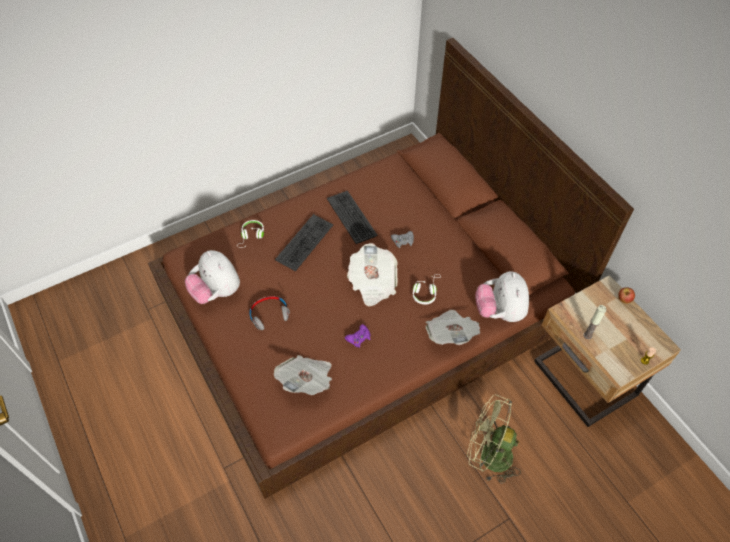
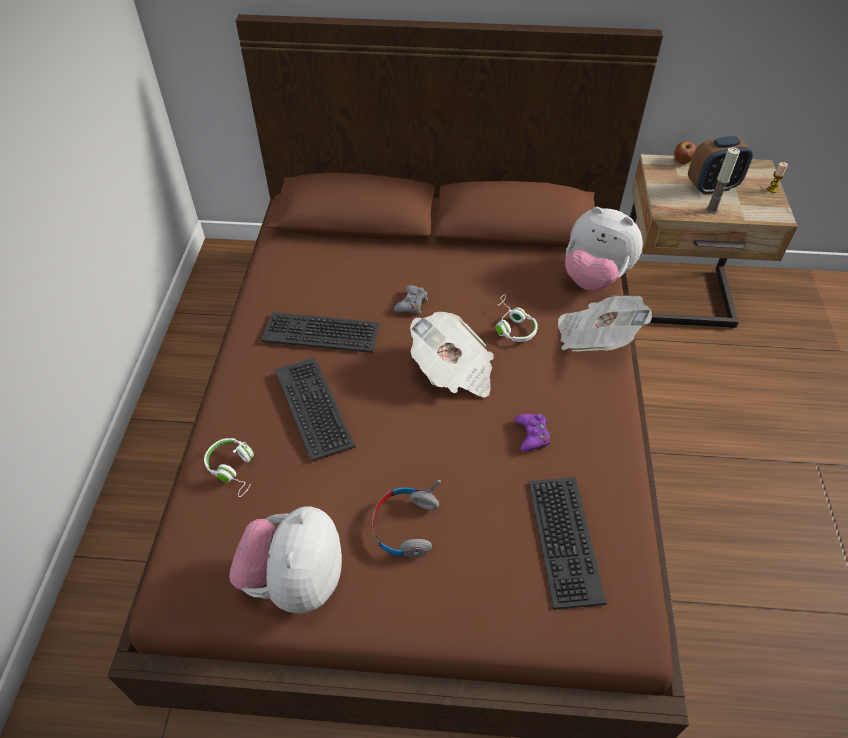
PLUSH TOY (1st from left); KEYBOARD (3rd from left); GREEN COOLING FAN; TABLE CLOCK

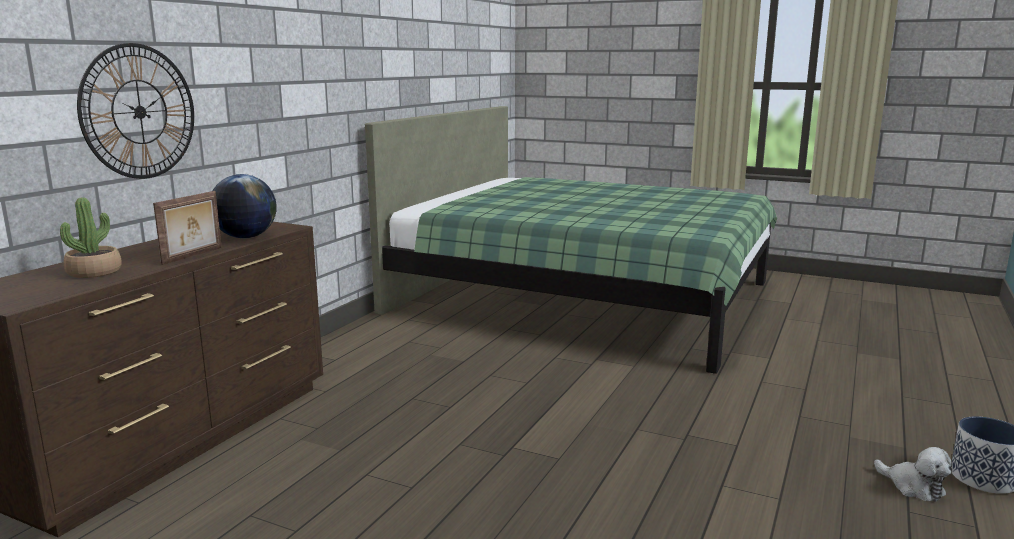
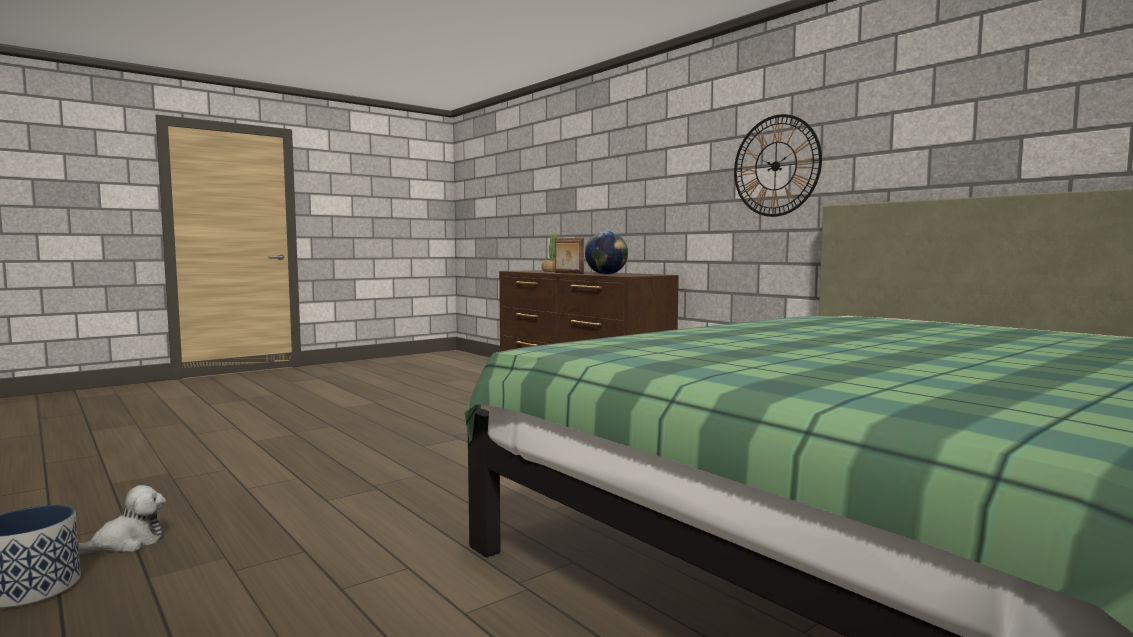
WALL CLOCK; PLUSH TOY

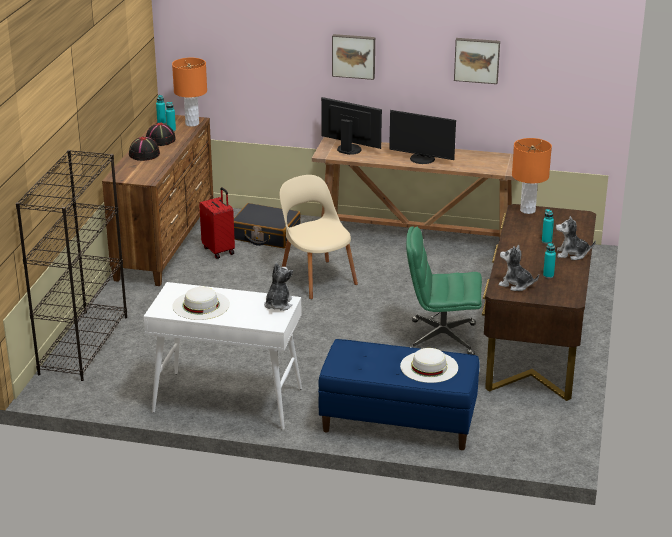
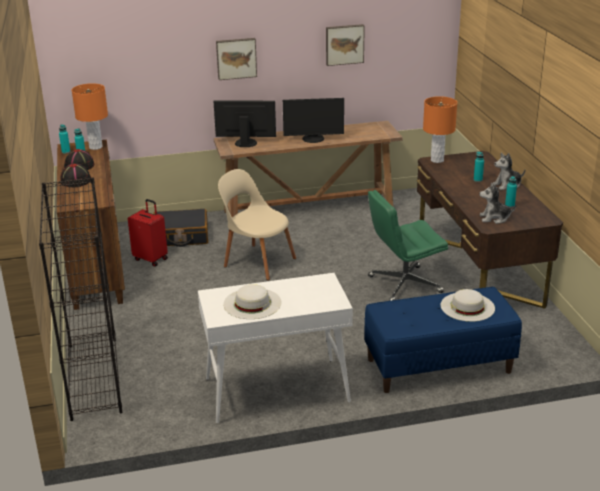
PLUSH TOY (1st from left in the first image)

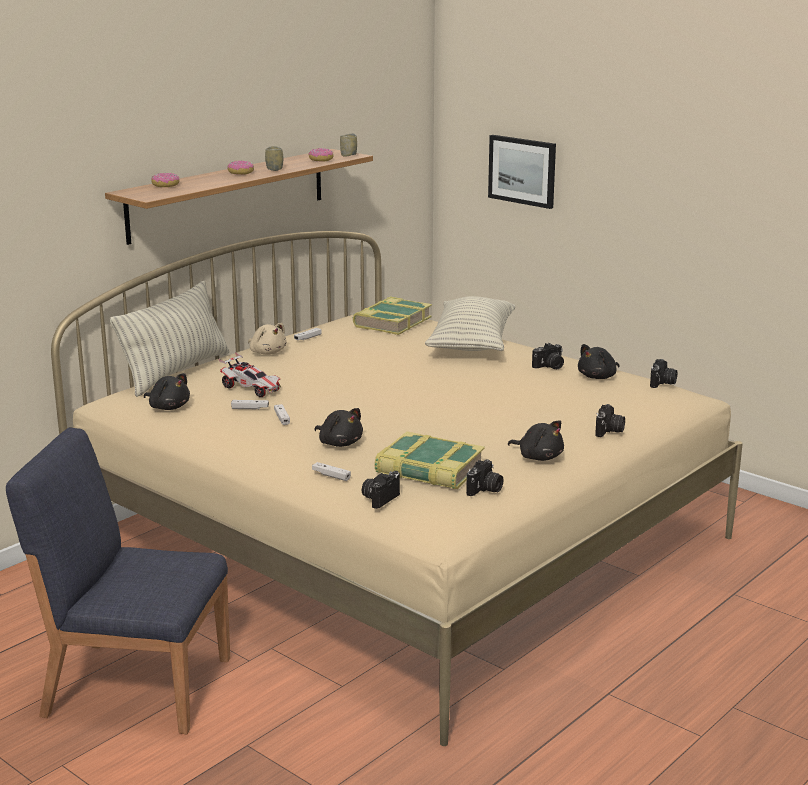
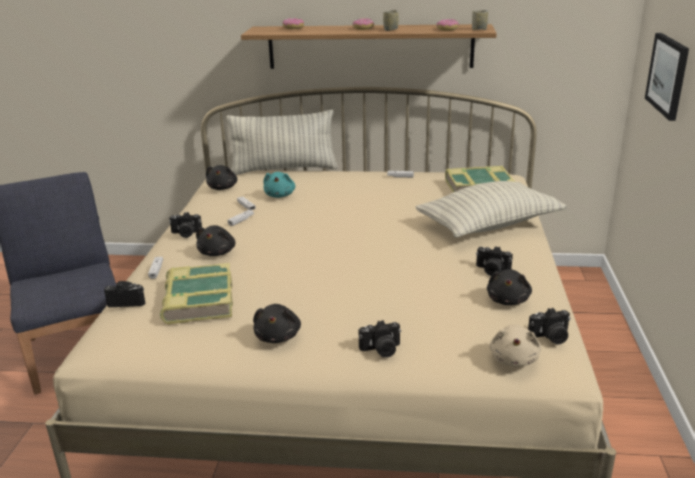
BEIGE-COLOURED PLUSH TOY; BLACK PLUSH TOY (4th from left); TURQUOISE-COLOURED PLUSH TOY; STILL CAMERA (2nd from left)

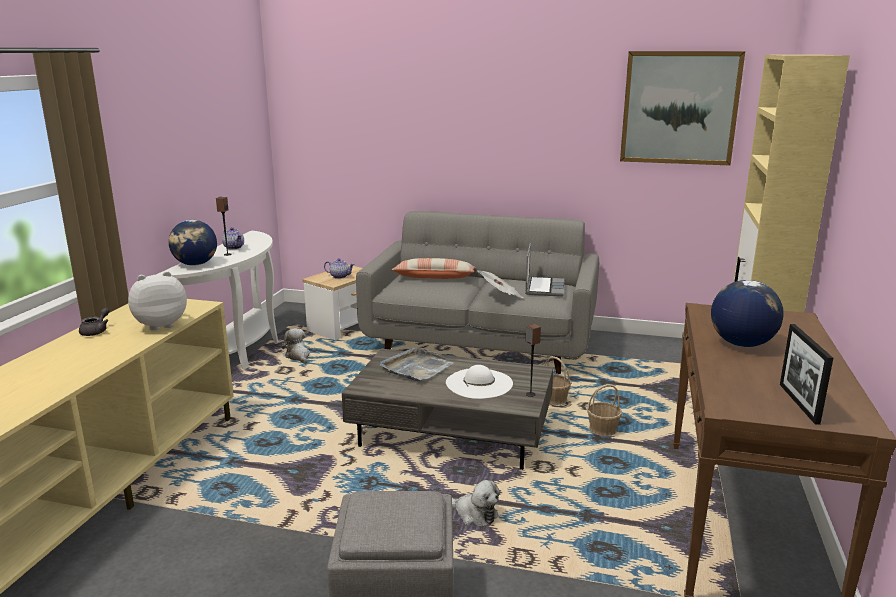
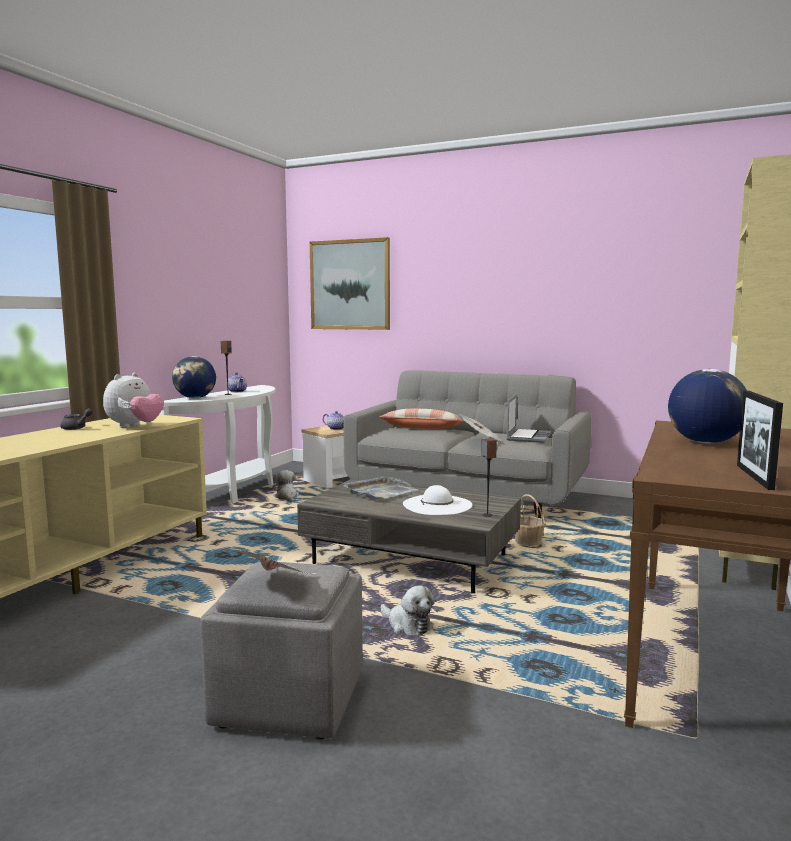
WALL PICTURE; PLUSH TOY (1st from left); BASKET (2nd from left in the first image); PRINTED PAPER (1st from left)

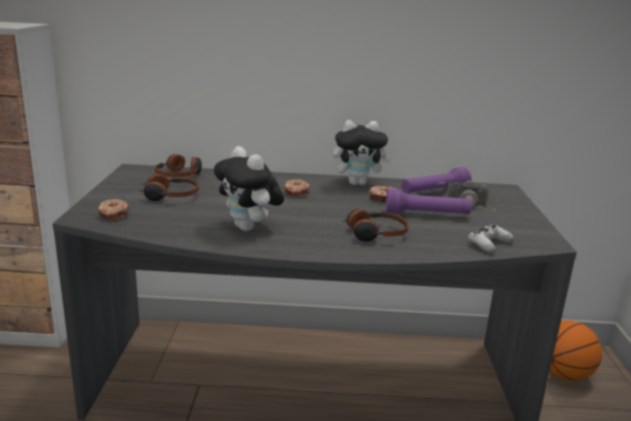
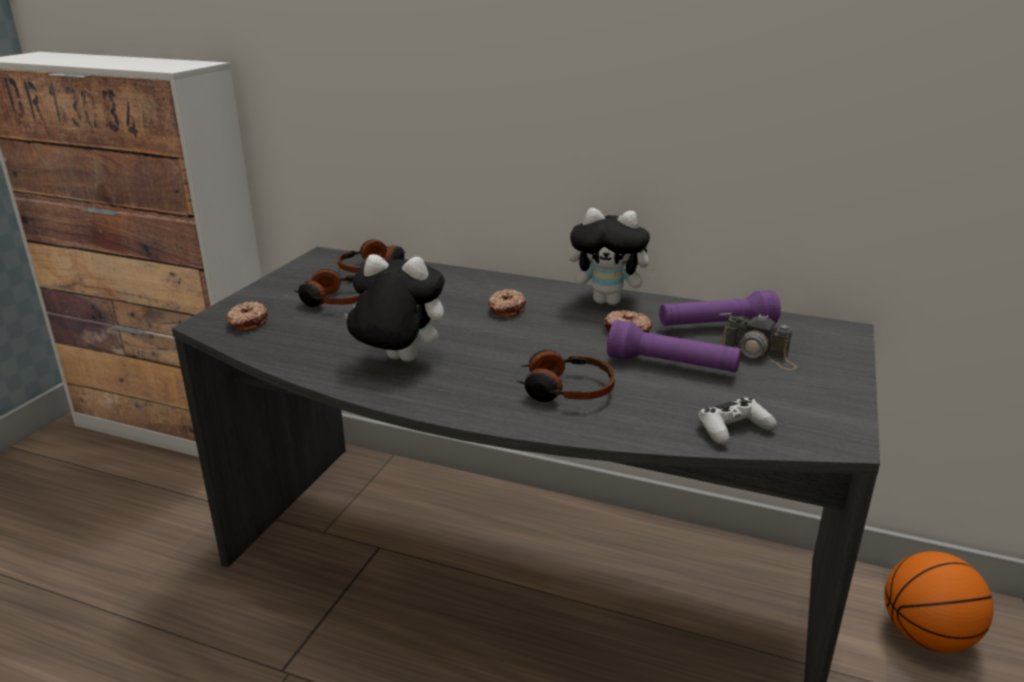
PLUSH TOY (1st from left)

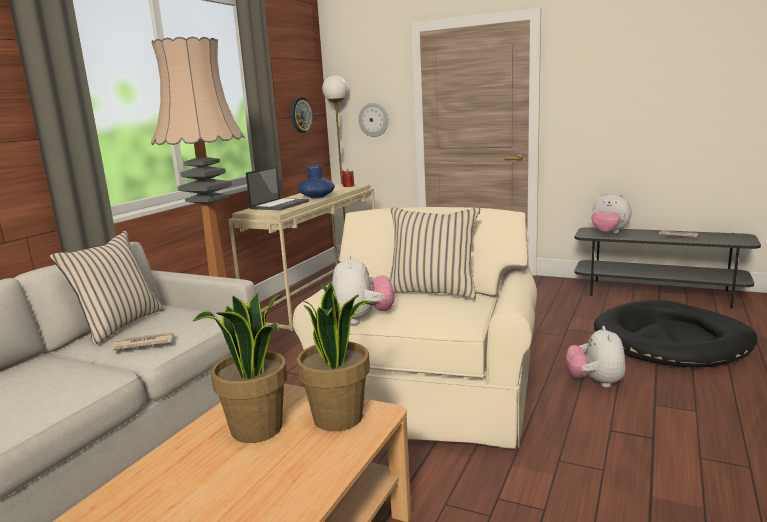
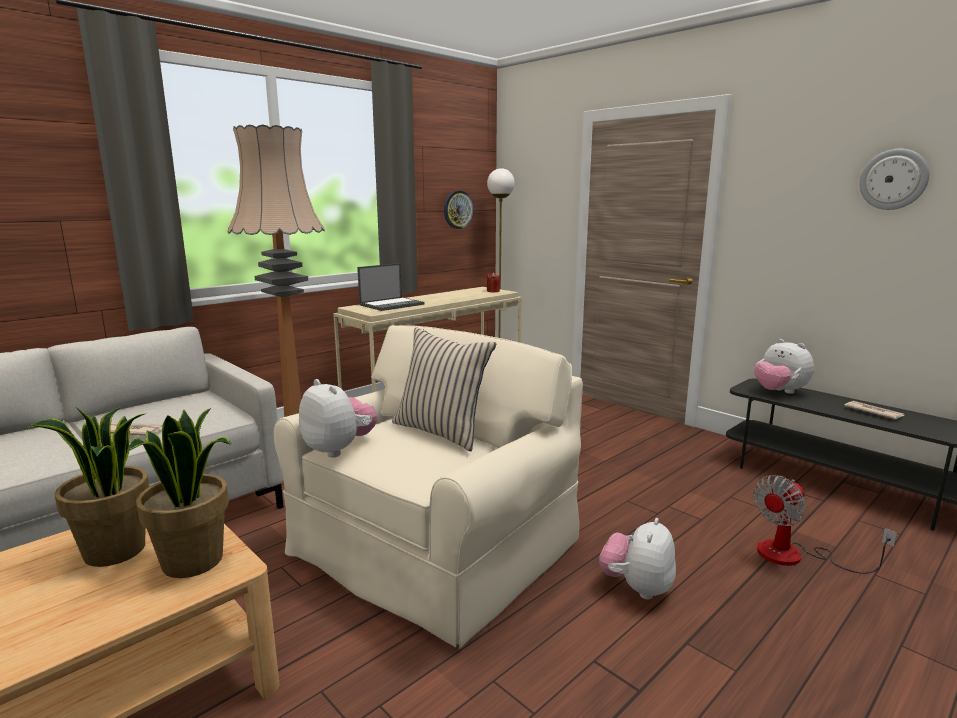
WALL CLOCK (2nd from left); BLUISH VASE; BEIGE-COLOURED PILLOW (1st from left in the first image); PLUSH TOY (1st from left); COOLING FAN

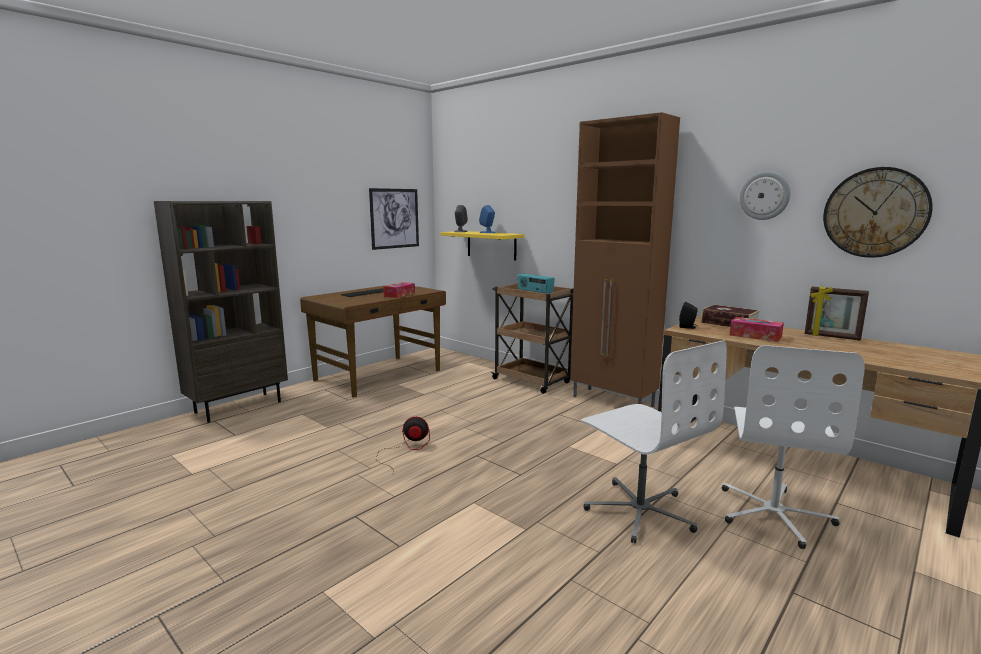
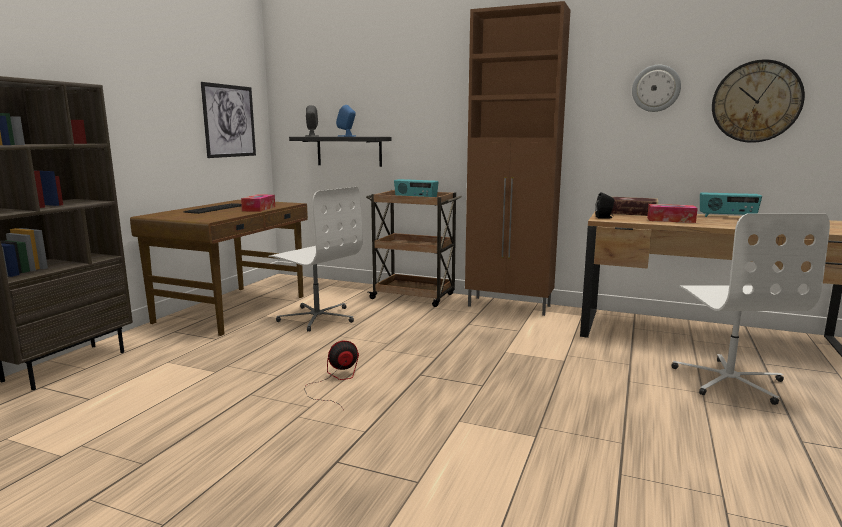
BLACK BRACKET SHELF; RADIO (2nd from left); WHITE-COLOURED DESK CHAIR (1st from left)

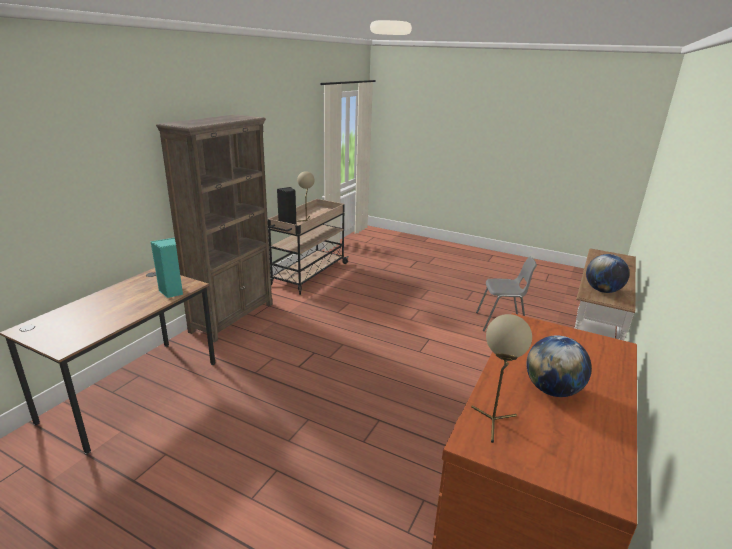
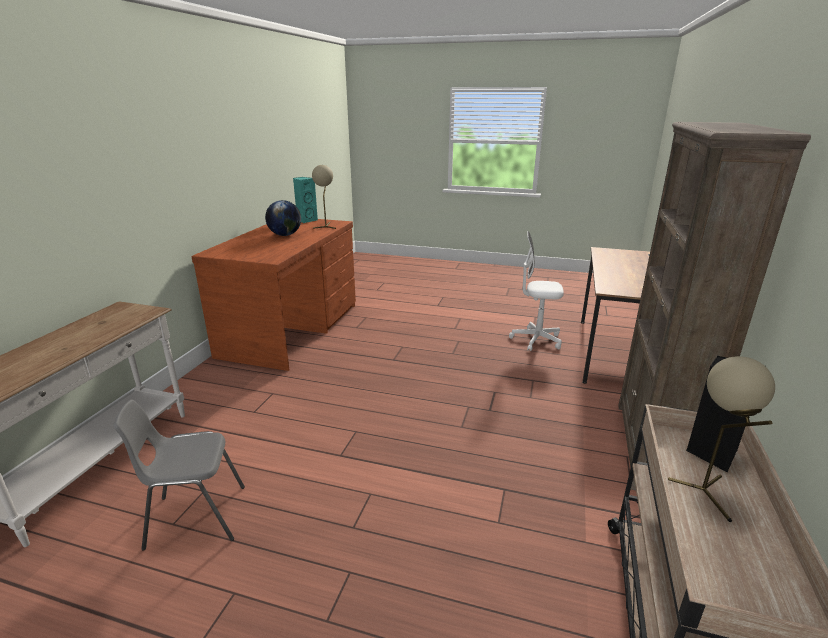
TURQUOISE-COLOURED SPEAKER; WORLD GLOBE (2nd from left in the first image); WHITE-COLOURED DESK CHAIR

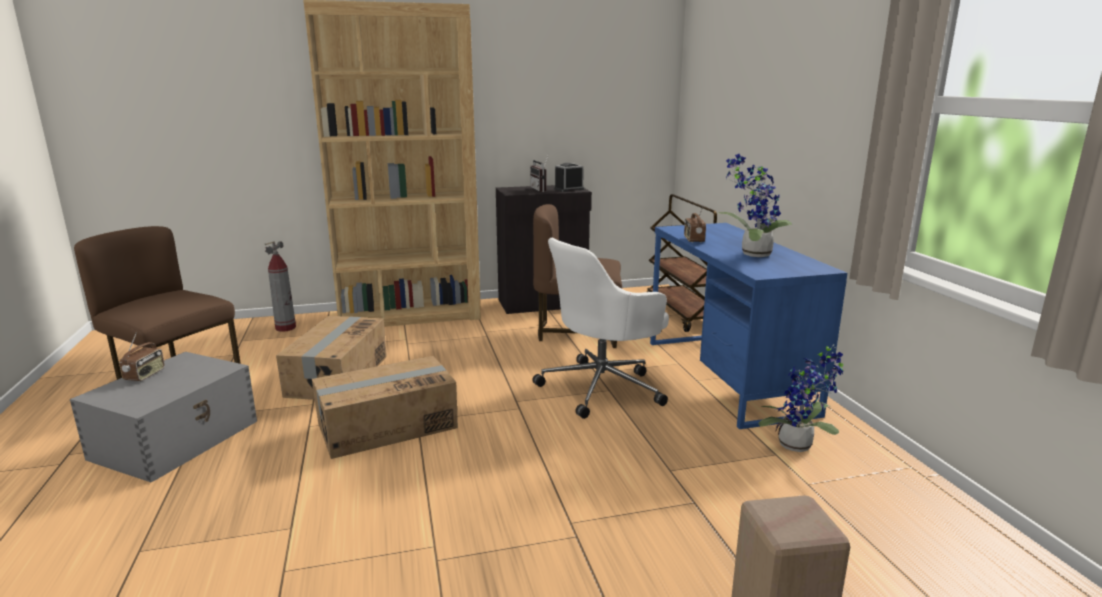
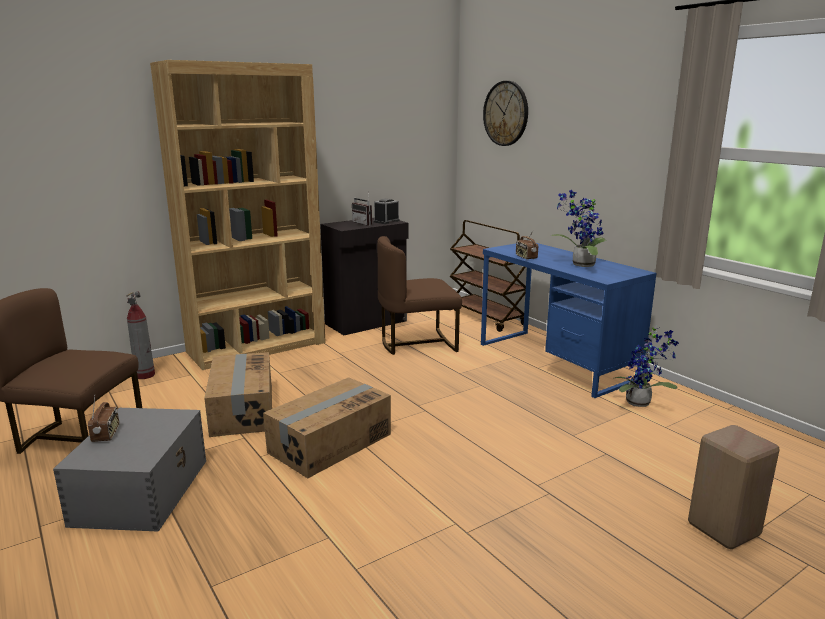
WHITE-COLOURED DESK CHAIR; WALL CLOCK

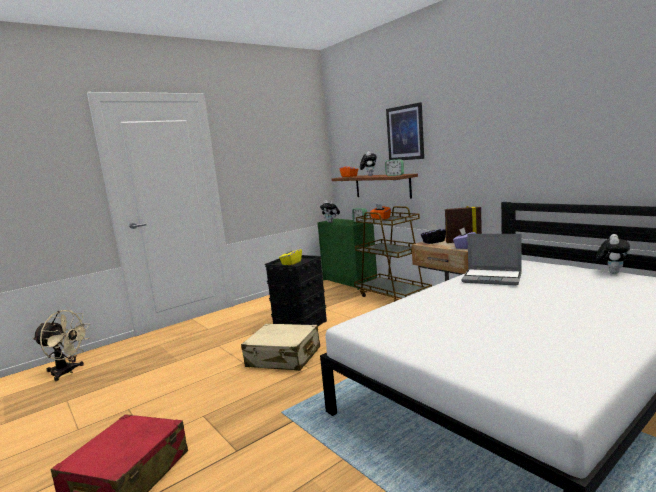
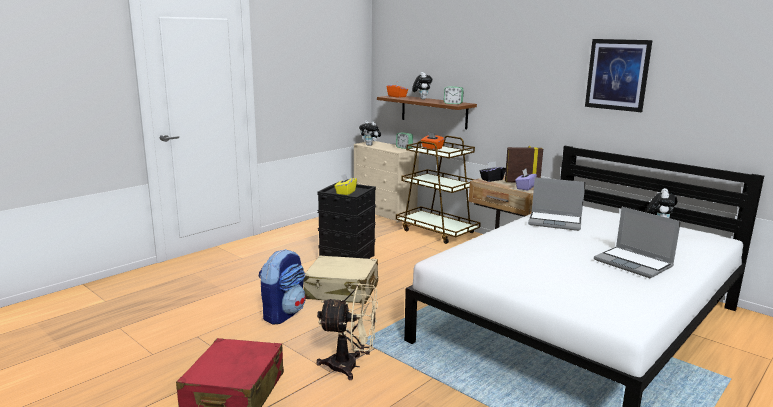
WALL PICTURE; BEIGE-COLOURED DRESSER; BEIGE-COLOURED COOLING FAN; NOTEBOOK COMPUTER (2nd from left); BACKPACK

